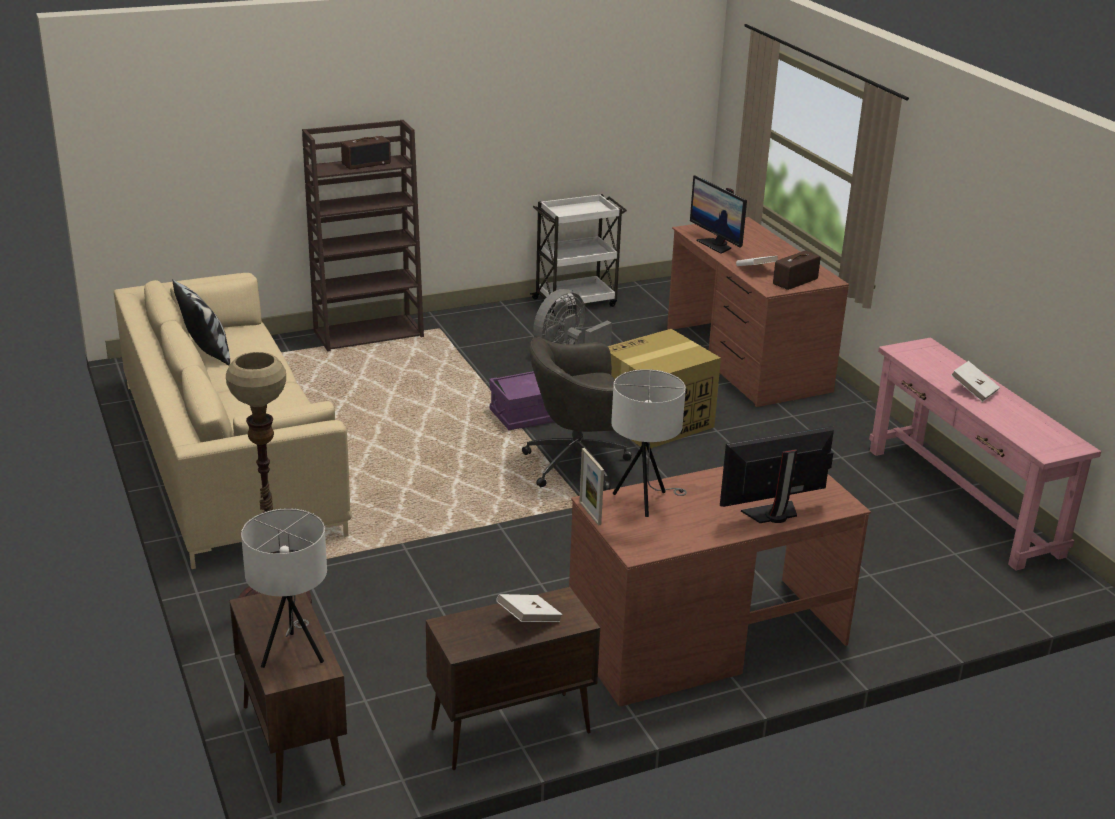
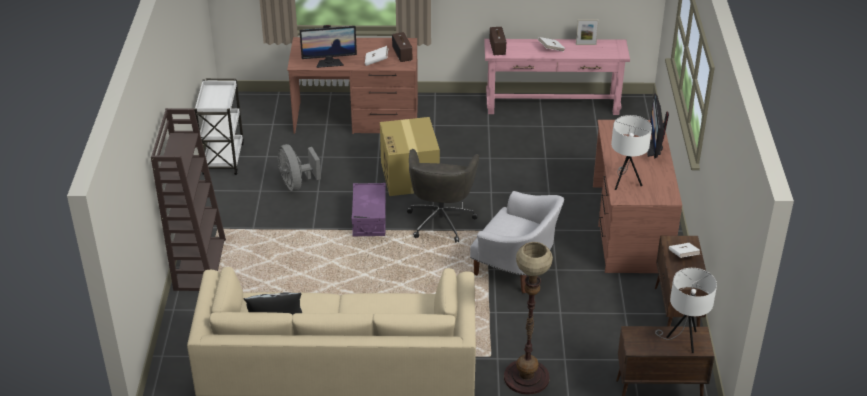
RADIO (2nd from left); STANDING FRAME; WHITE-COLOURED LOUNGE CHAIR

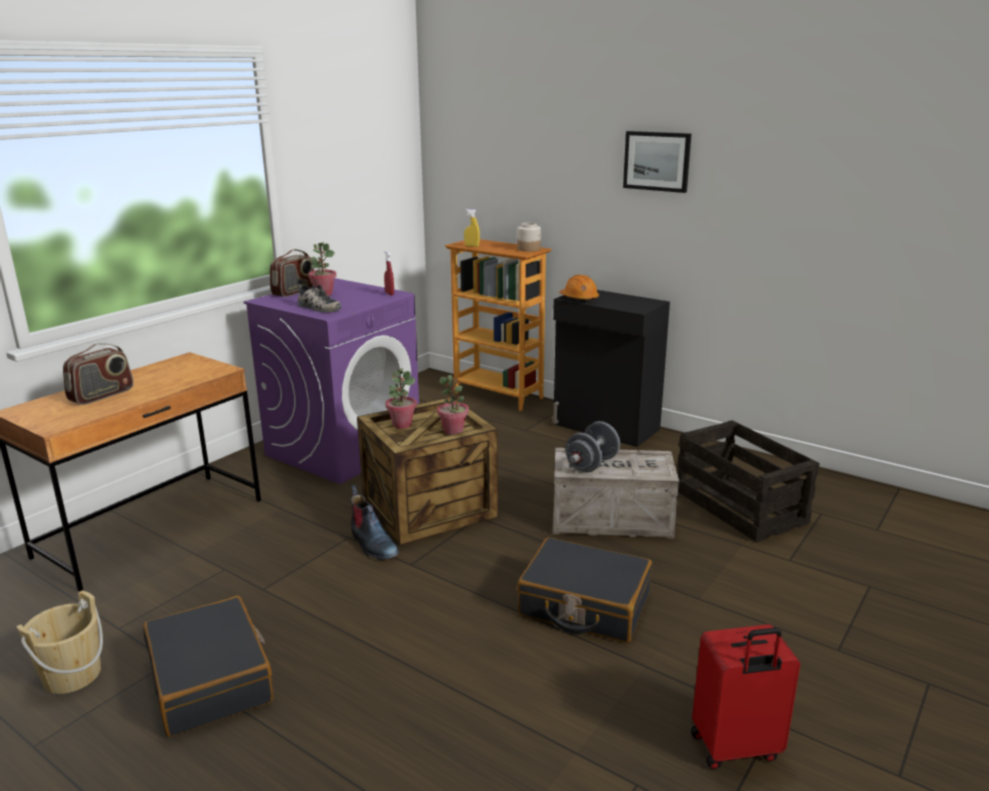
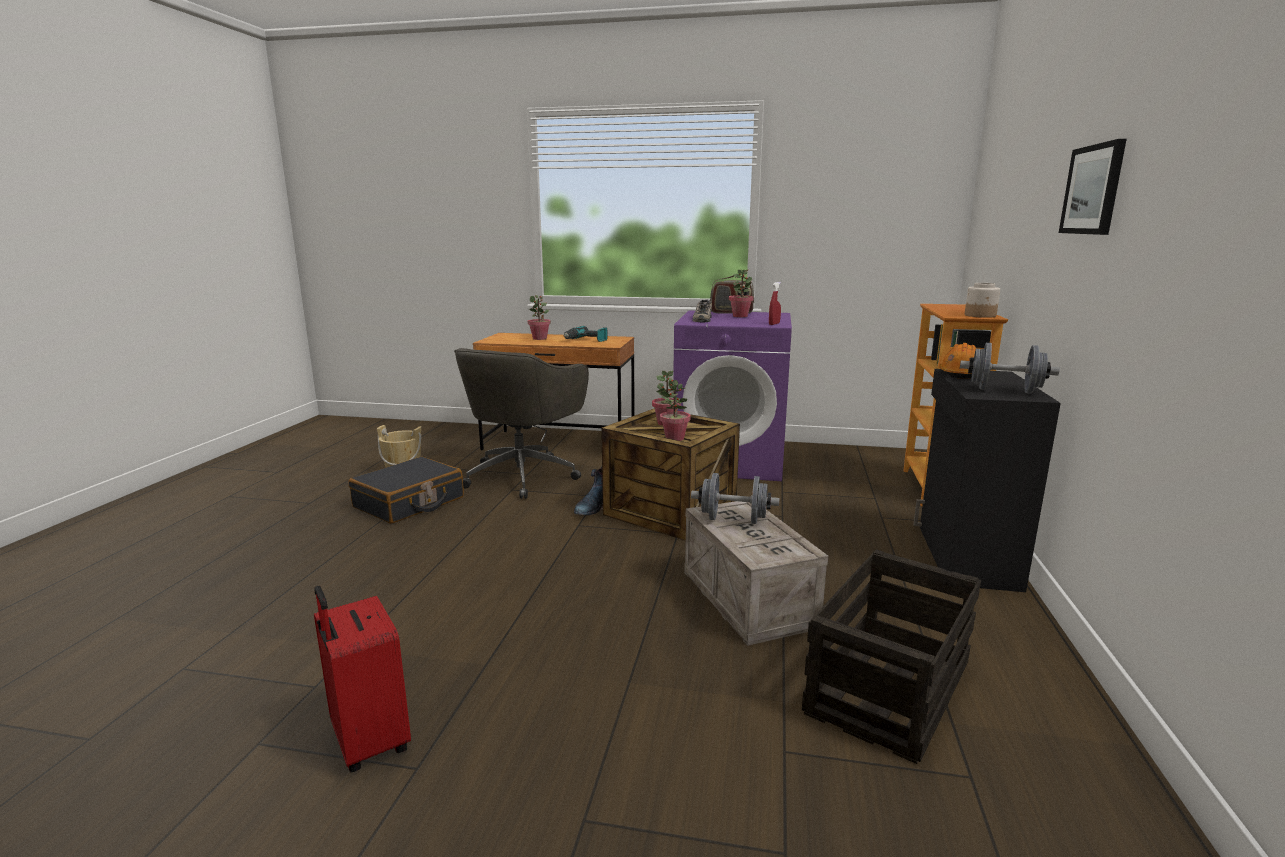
YELLOWISH SPRAY BOTTLE; PLANT IN A POT (1st from left); BLACK PIECE OF LUGGAGE (2nd from left in the first image); ELECTRIC DRILL; GREY HAND WEIGHT (2nd from left); GREY DESK CHAIR

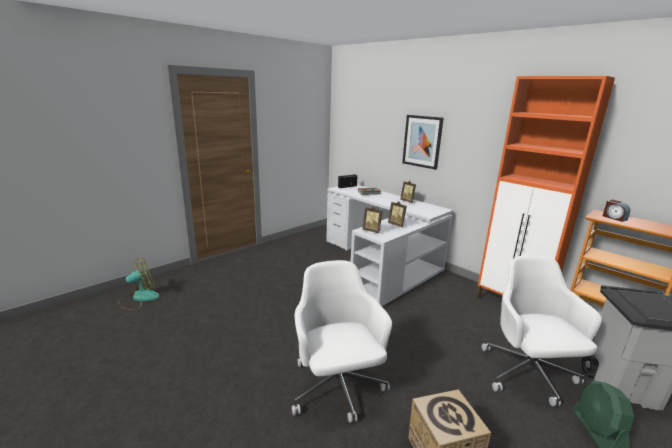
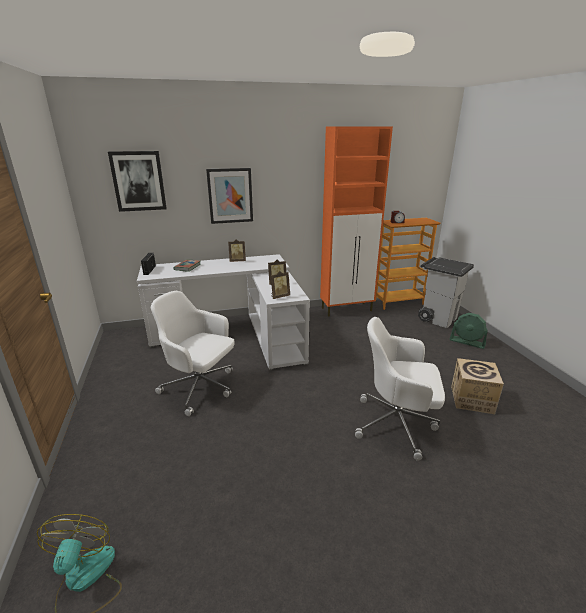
WHITE-COLOURED DESK CHAIR (1st from left); WALL PICTURE (1st from left)

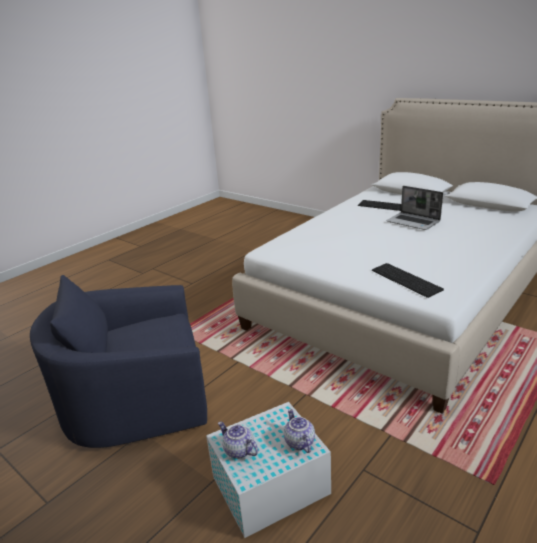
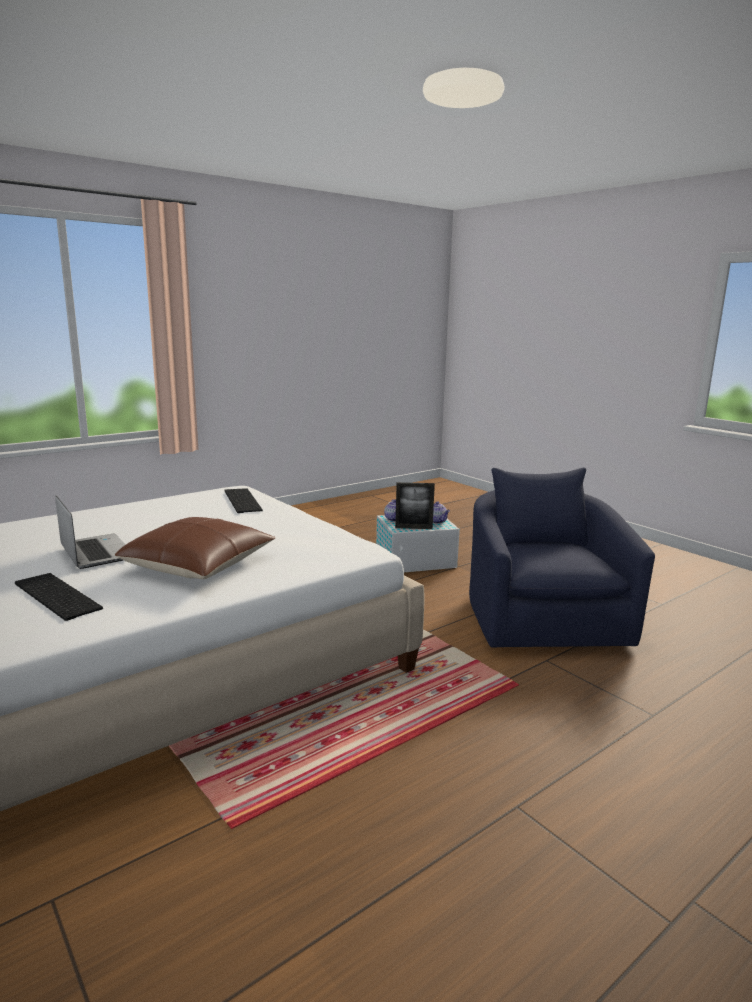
BLUISH LOUNGE CHAIR; STANDING FRAME; BROWN-COLOURED PILLOW

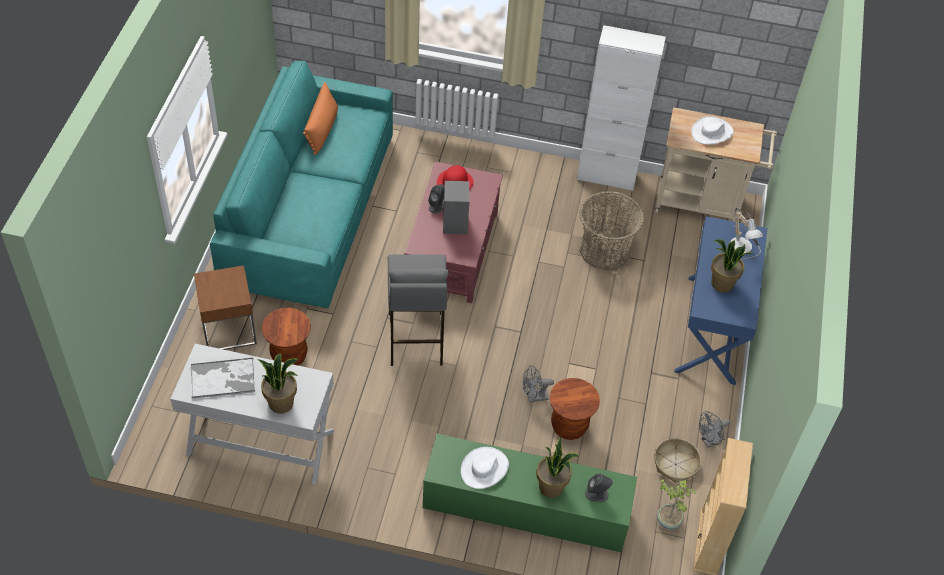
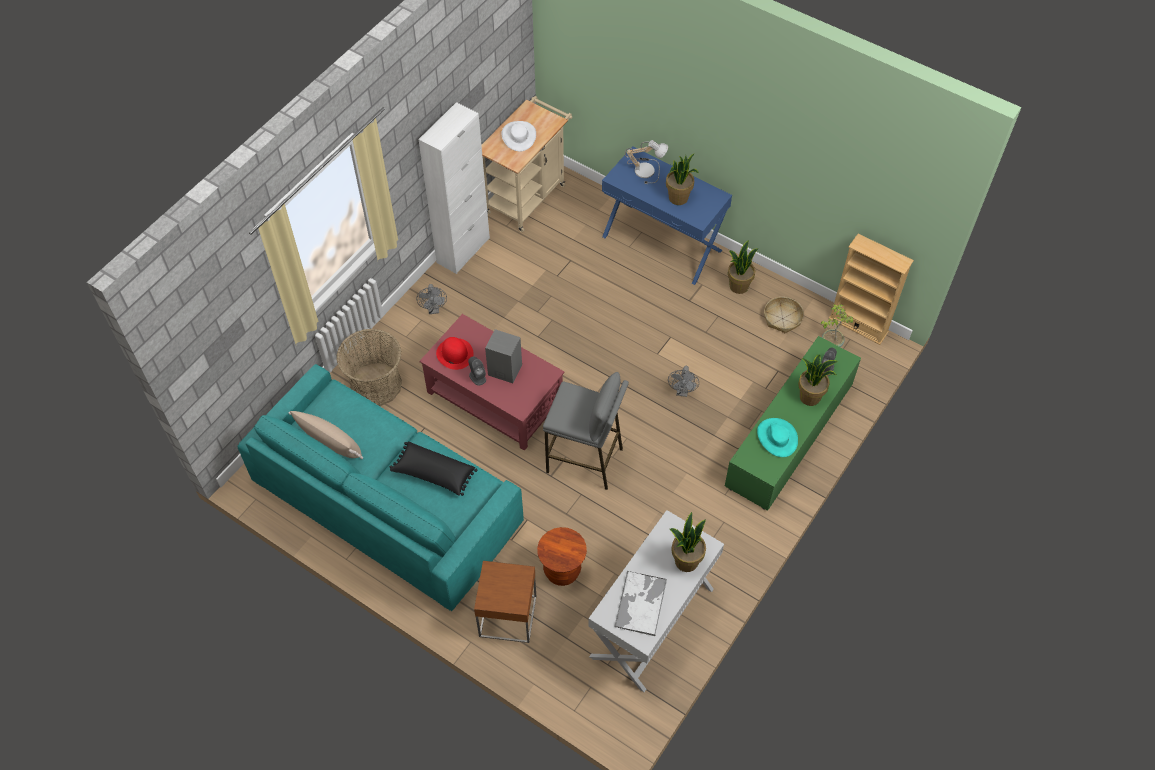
BEIGE-COLOURED PILLOW; BASKET (1st from left); BROWN-COLOURED SITTING STOOL (2nd from left in the first image); GREY COOLING FAN (1st from left); TURQUOISE-COLOURED WEARABLE HAT; PLANT IN A POT (3rd from left); BLACK PILLOW

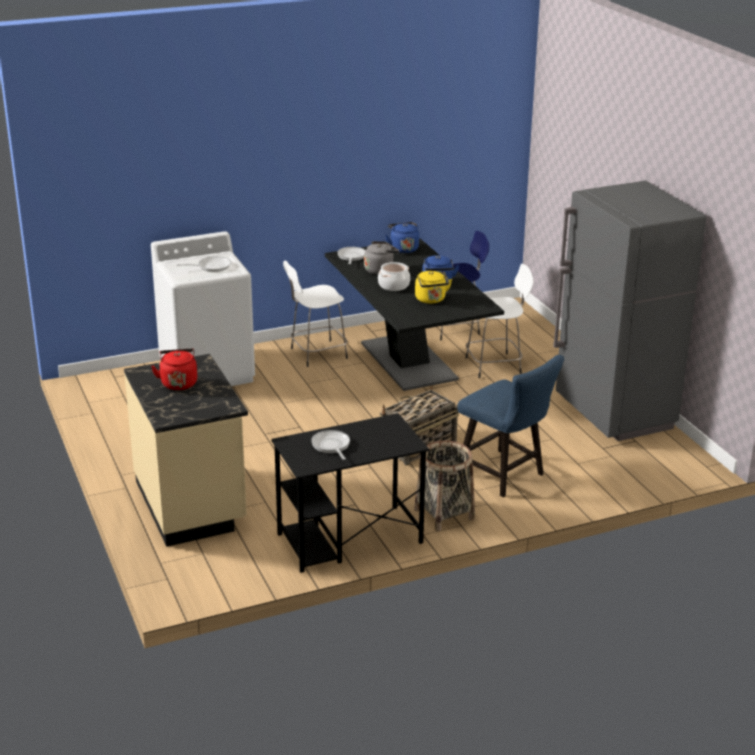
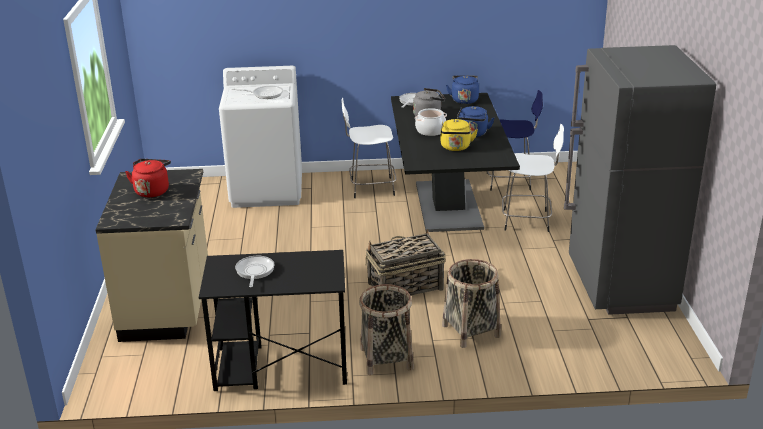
BASKET (3rd from left)

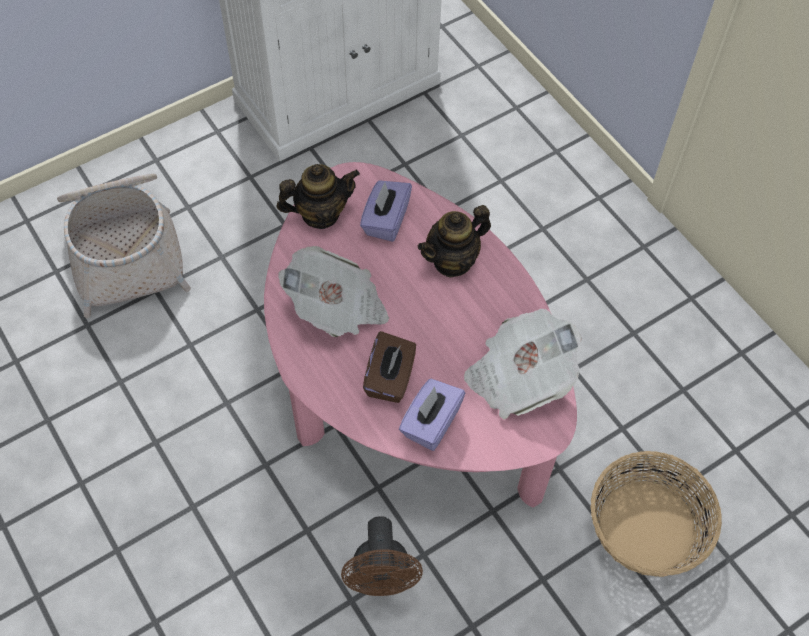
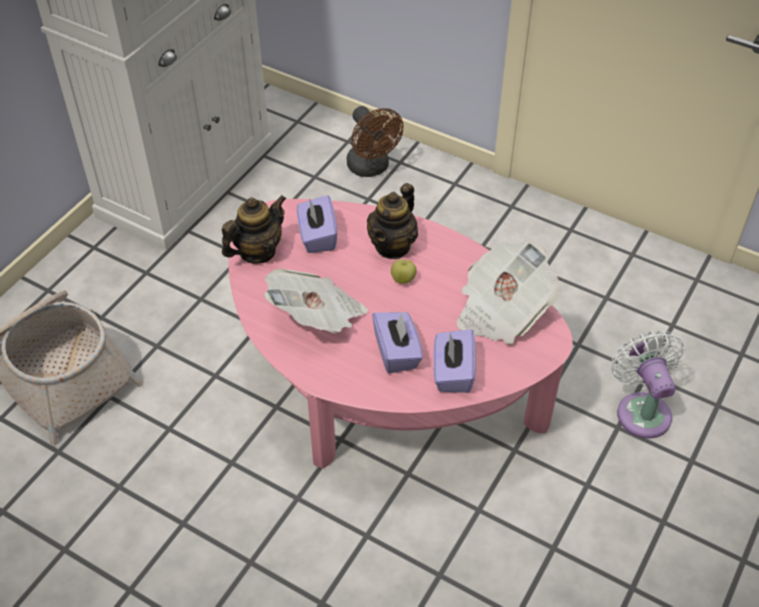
PURPLE-COLOURED TISSUE HOLDER (2nd from left); WHITE-COLOURED COOLING FAN; BROWN-COLOURED COOLING FAN; WHOLE APPLE

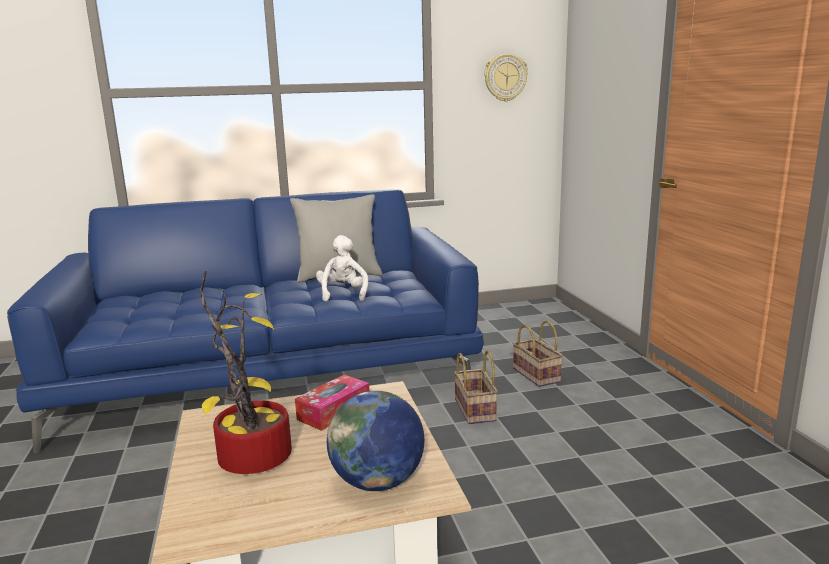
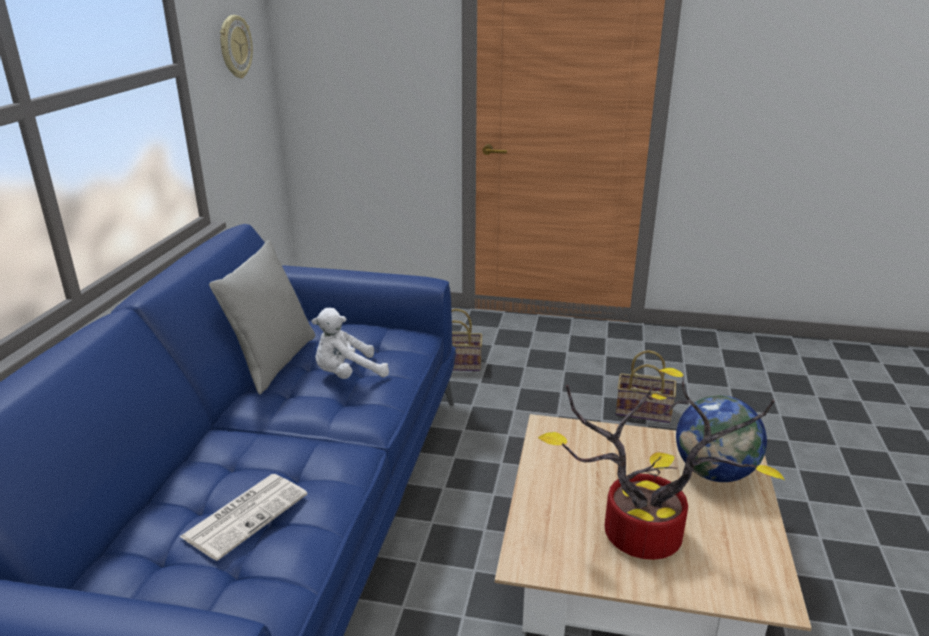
WHITE-COLOURED PLUSH TOY; BASKET (2nd from left); TISSUE HOLDER; PRINTED PAPER

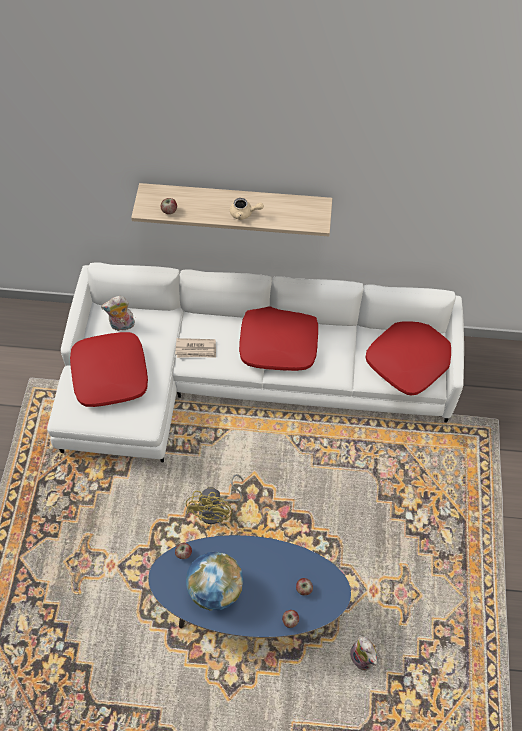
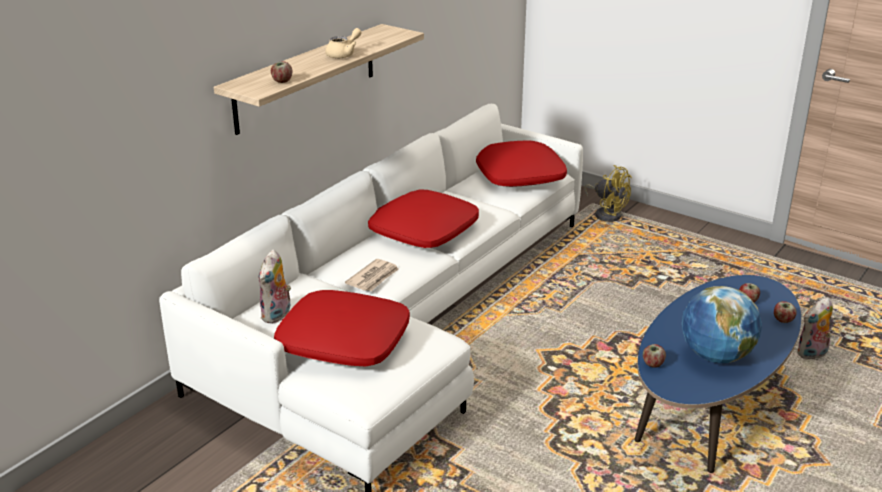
YELLOWISH COOLING FAN; PLUSH TOY (2nd from left)

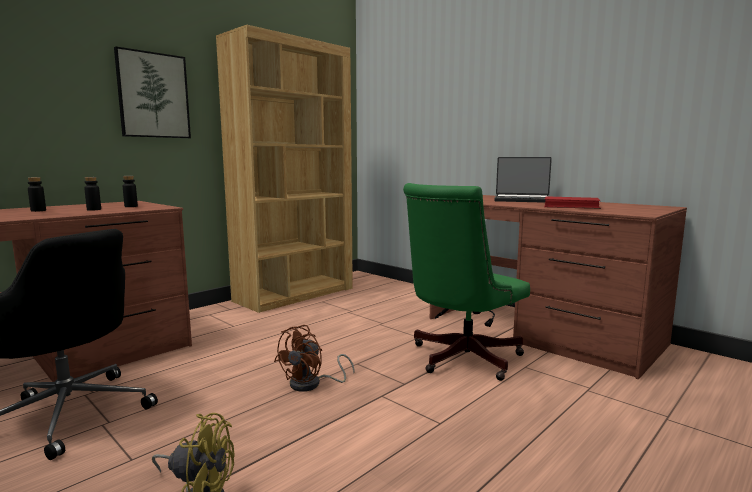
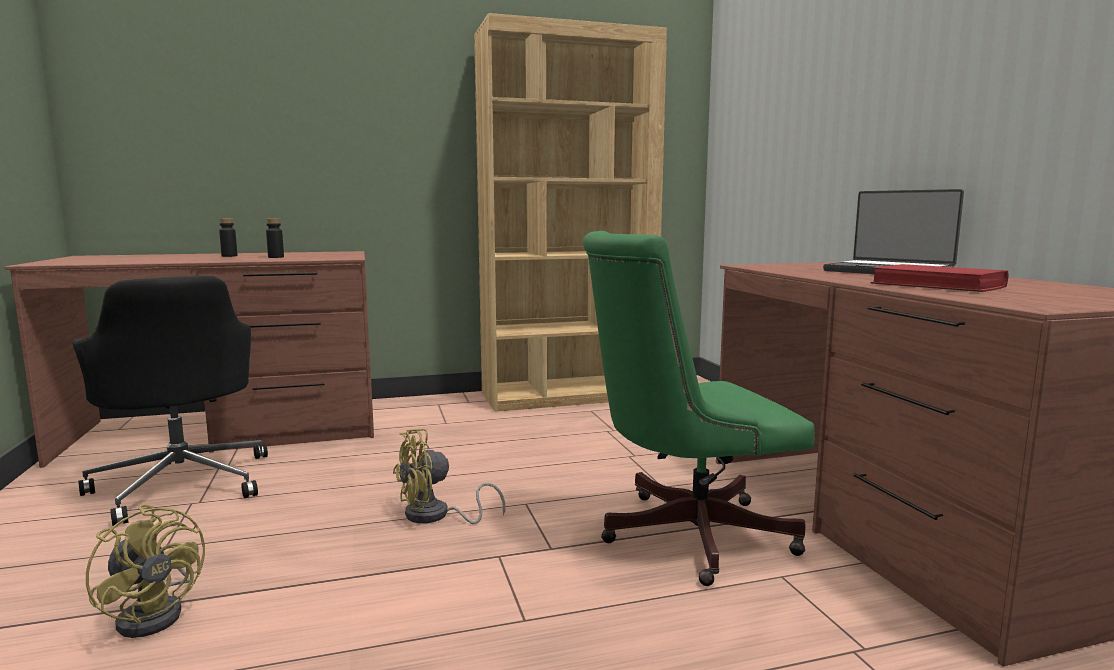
WALL PICTURE; BLACK BEVERAGE BOTTLE (3rd from left in the first image); YELLOWISH COOLING FAN (2nd from left)

